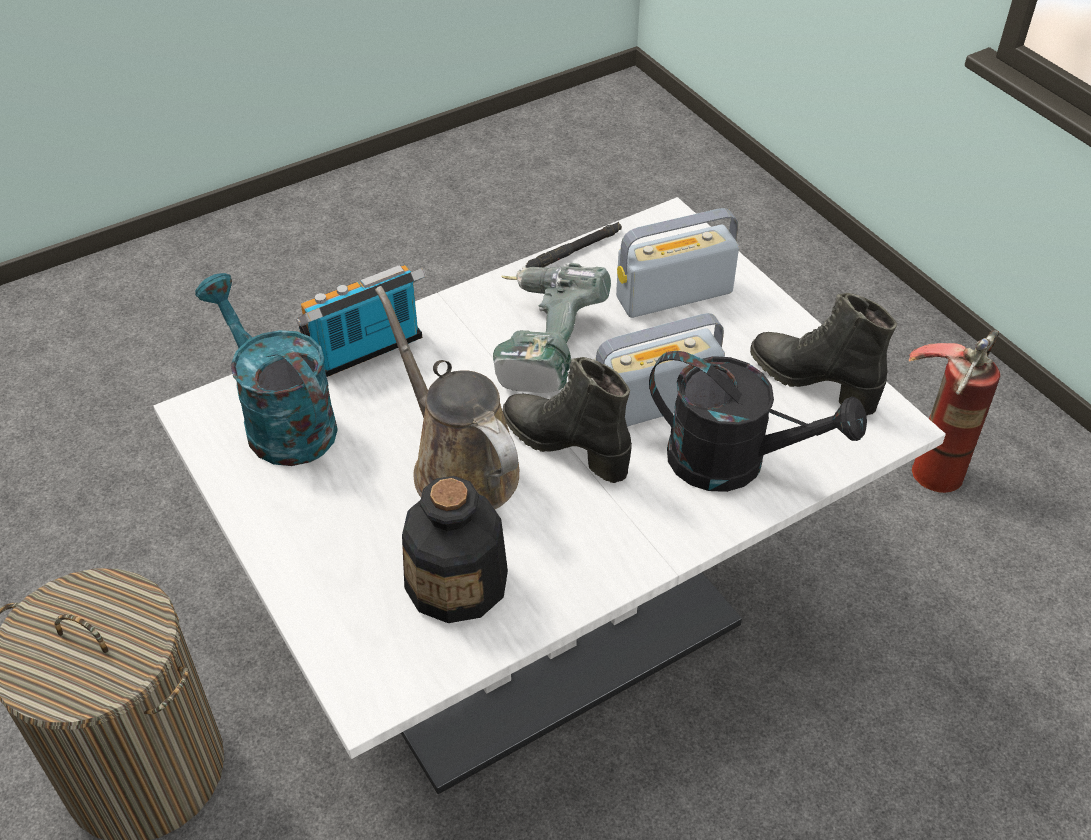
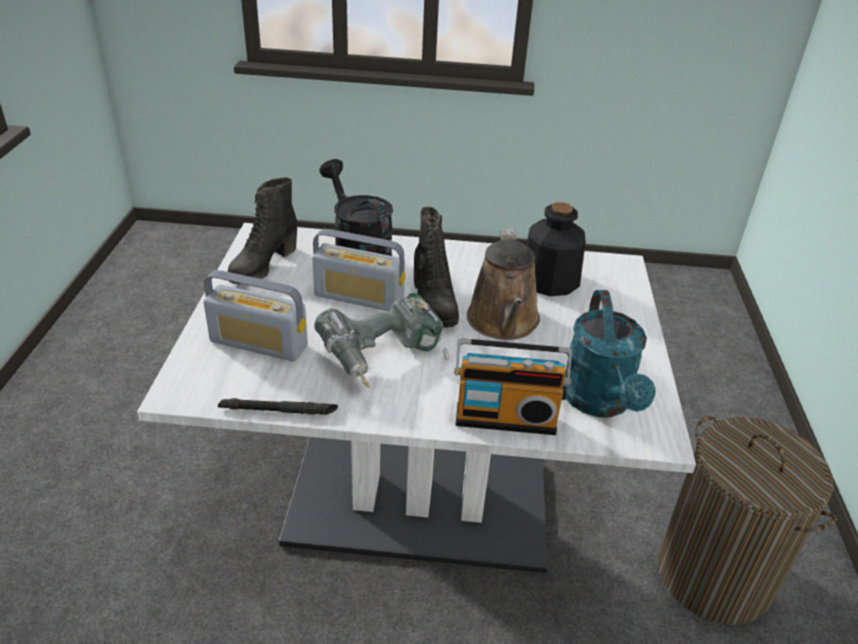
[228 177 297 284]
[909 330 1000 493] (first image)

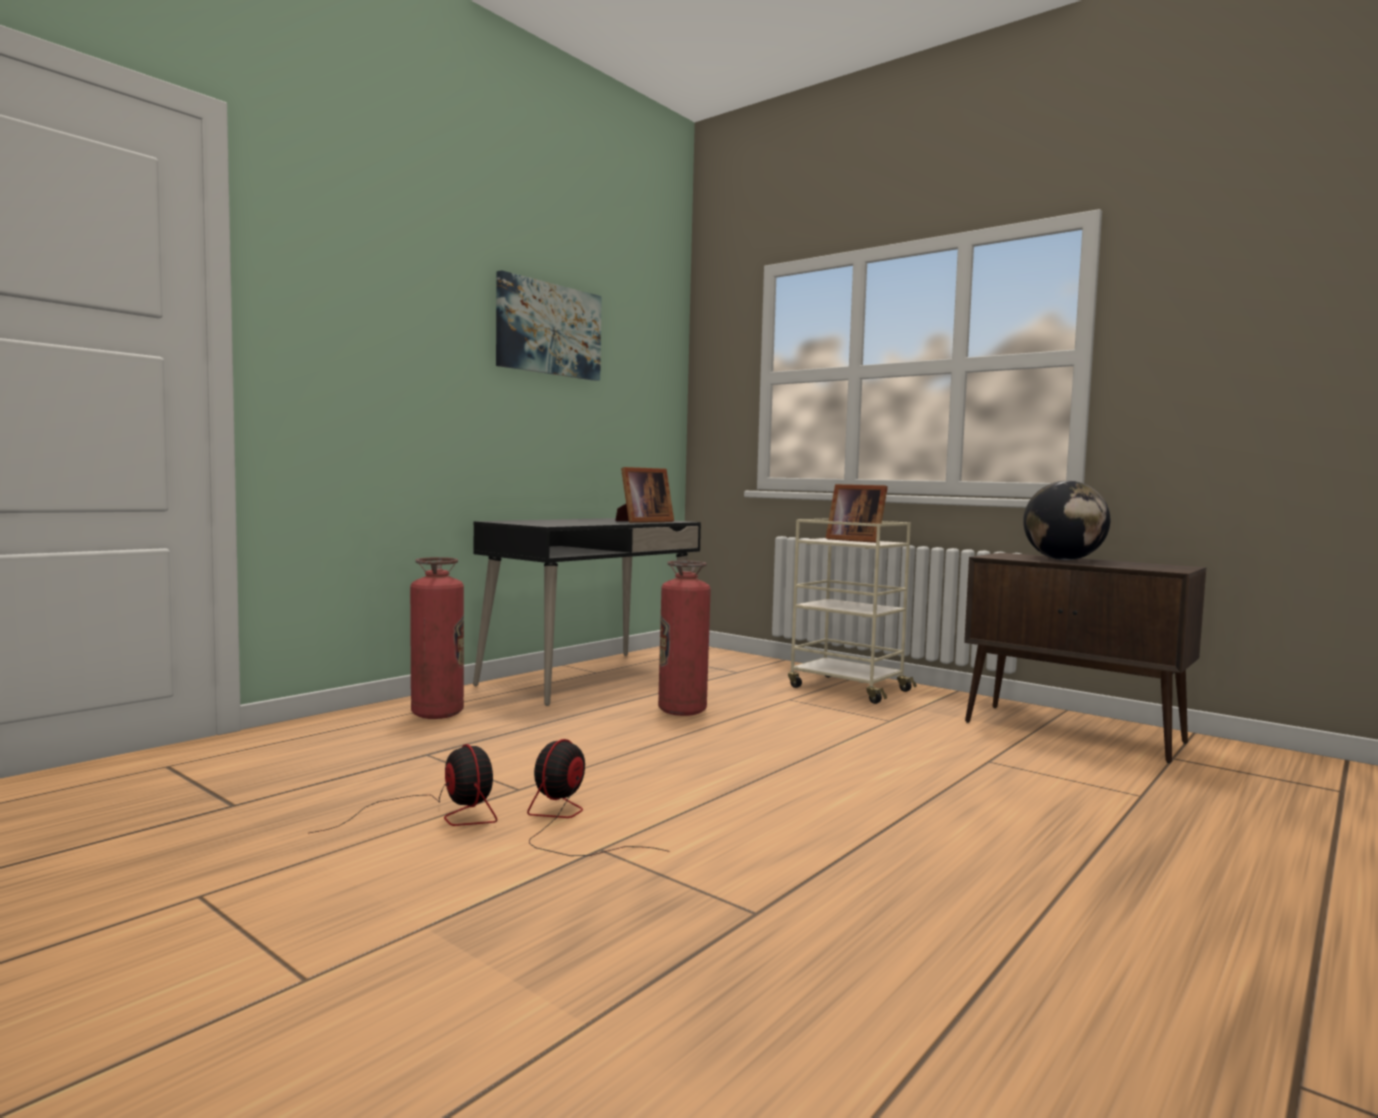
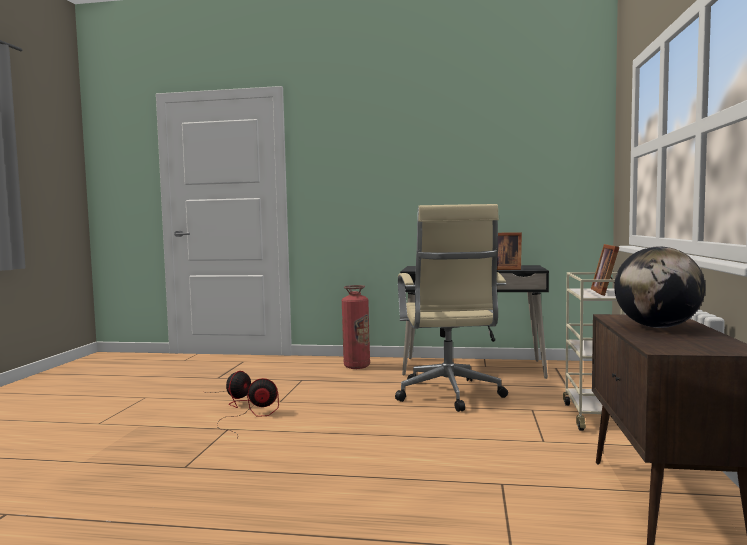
[496 270 602 381] (first image)
[395 204 508 412]

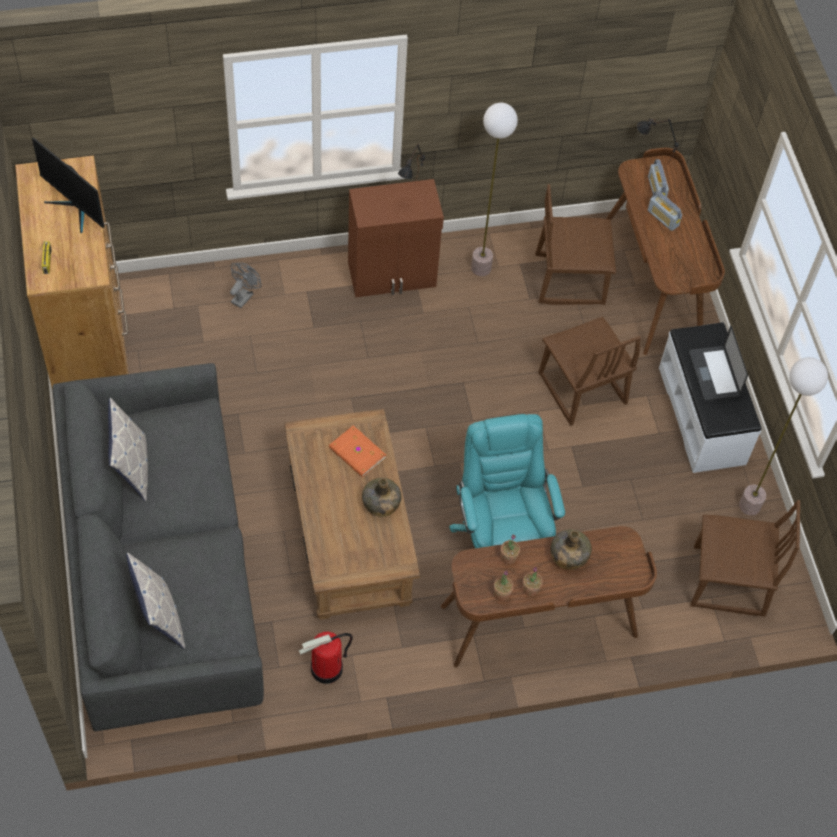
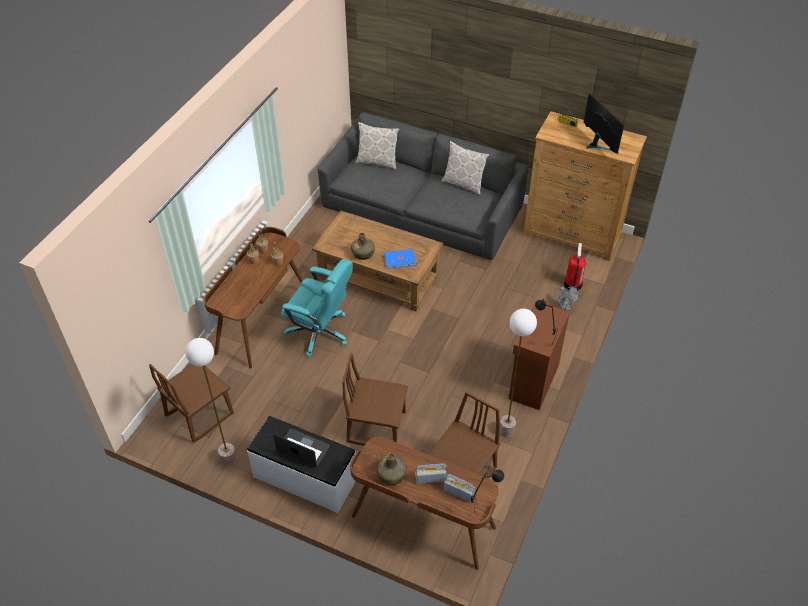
[584 93 624 154]
[564 243 586 291]
[384 249 416 269]
[376 453 407 485]

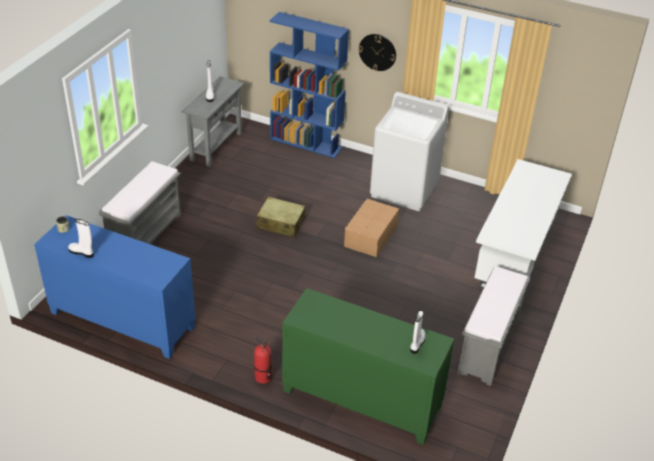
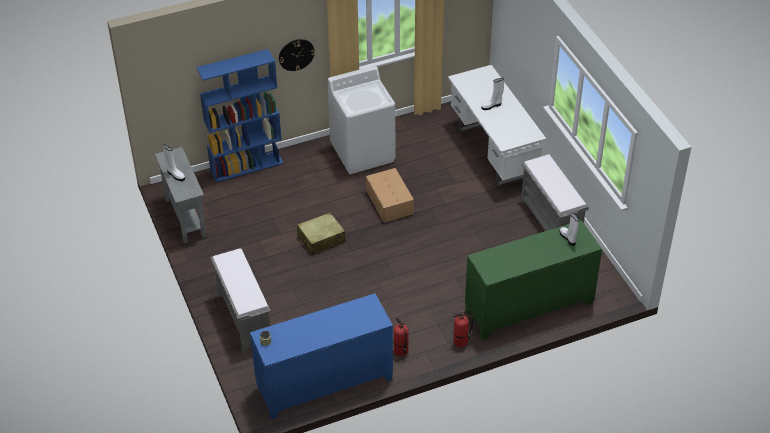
[481 78 504 110]
[393 315 409 356]

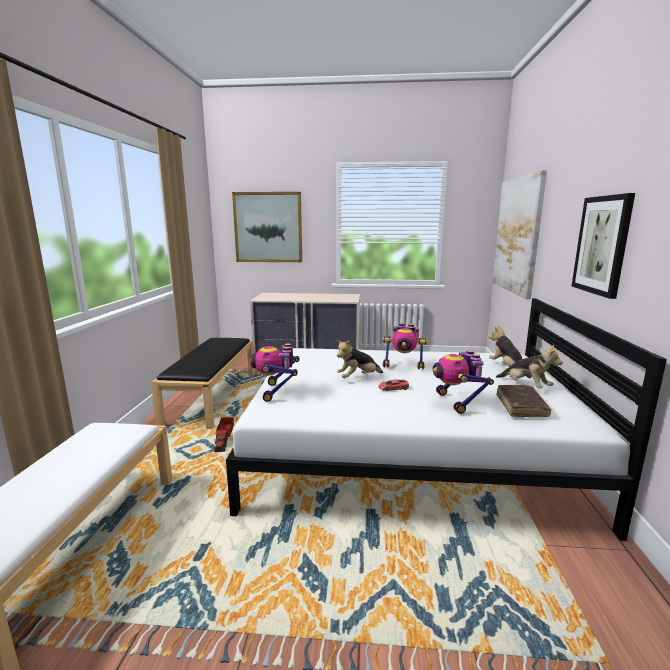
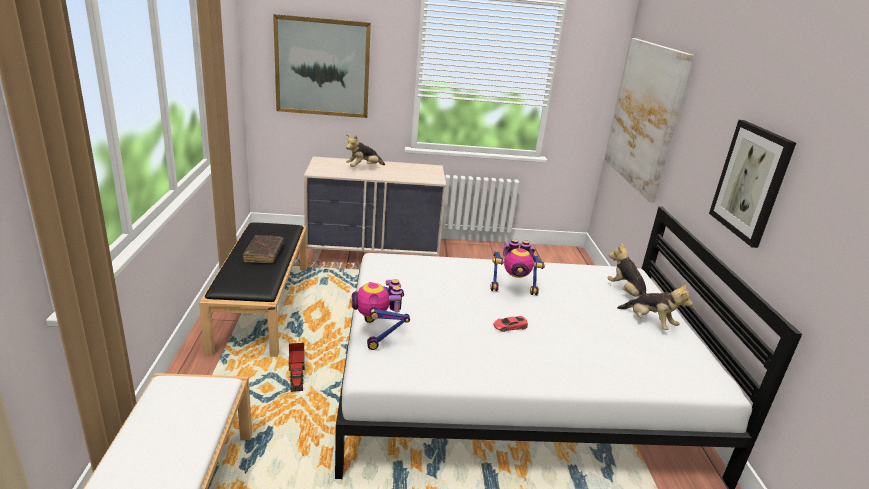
[346 135 385 167]
[433 350 494 414] (first image)
[243 235 284 263]

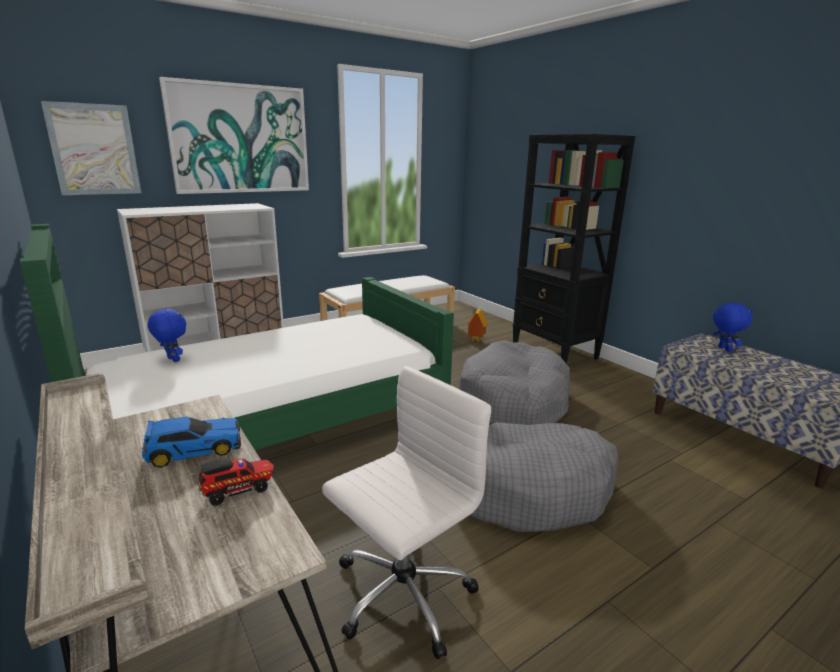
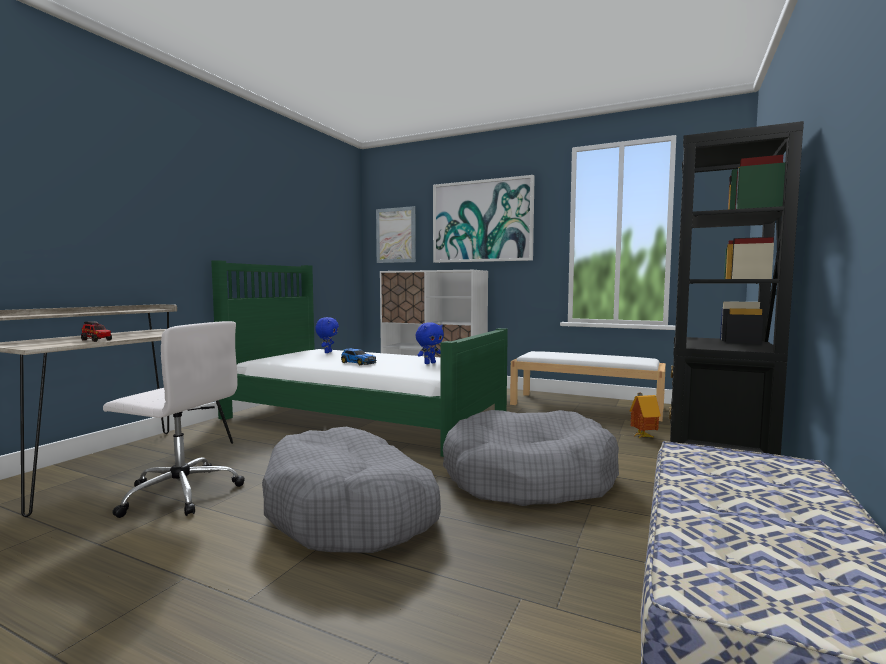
[341 348 377 365]
[415 322 444 364]

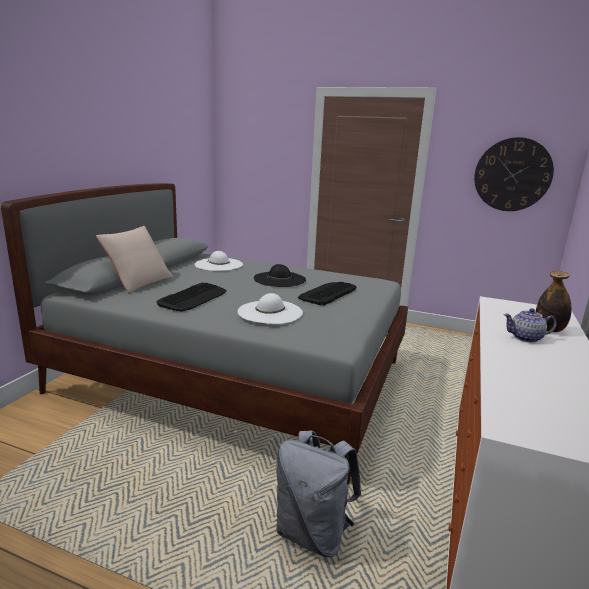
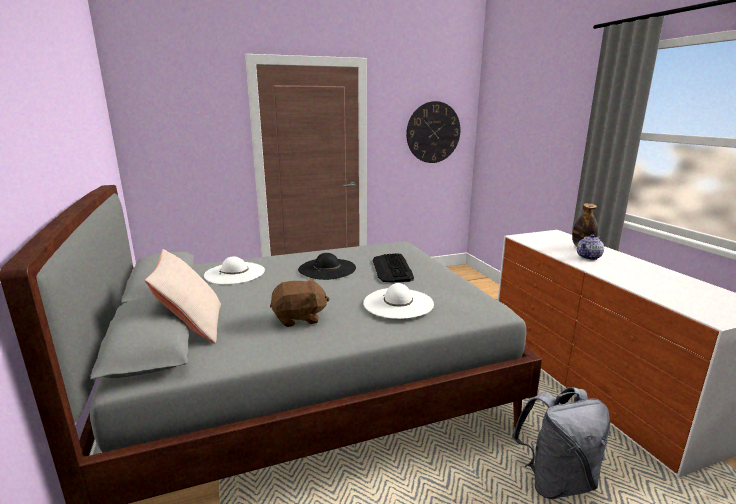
[270 278 330 327]

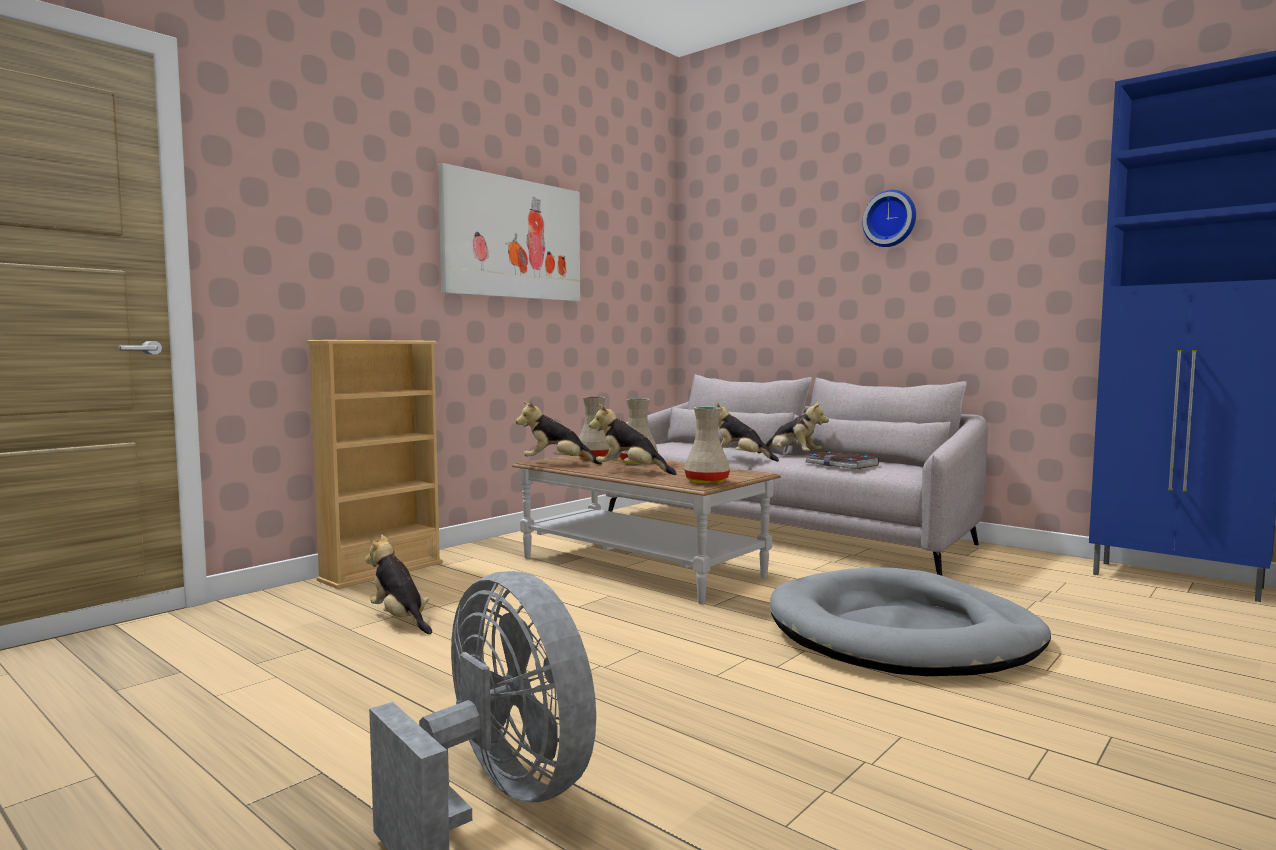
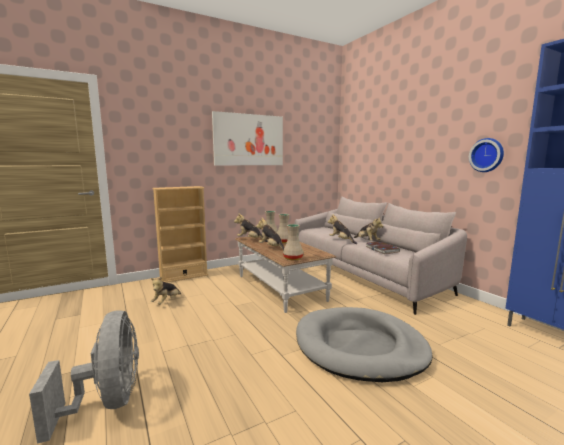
[151 276 181 305]
[469 138 504 172]

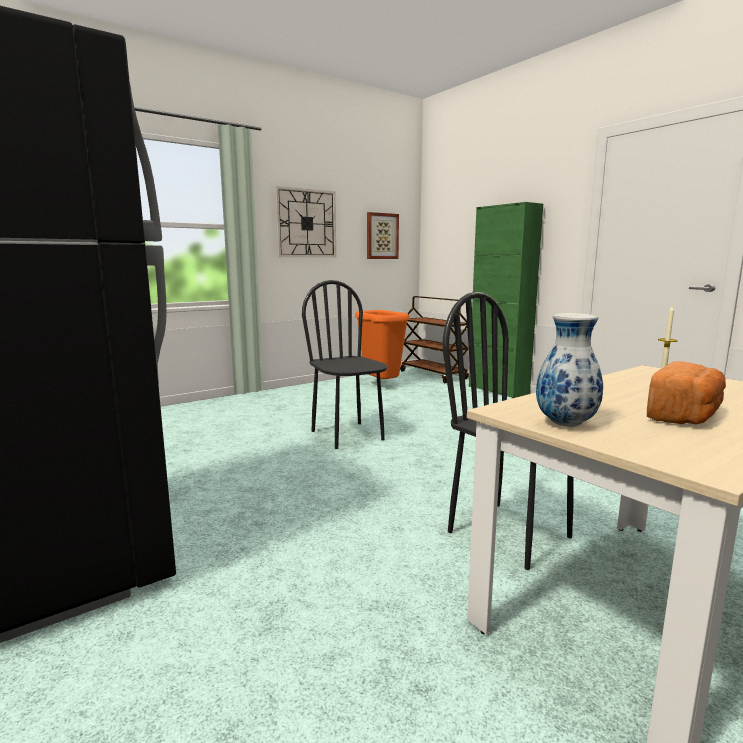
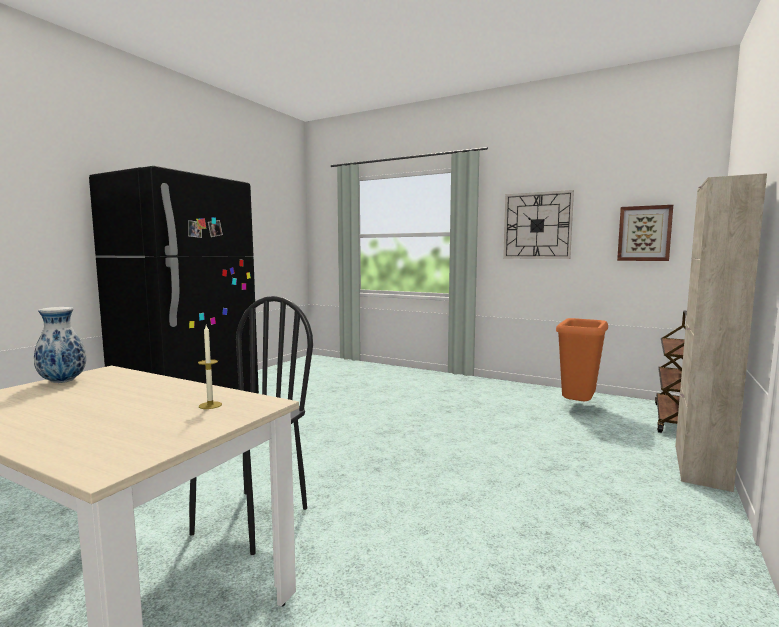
[302 280 387 449] (first image)
[675 173 767 492]
[647 361 726 424] (first image)

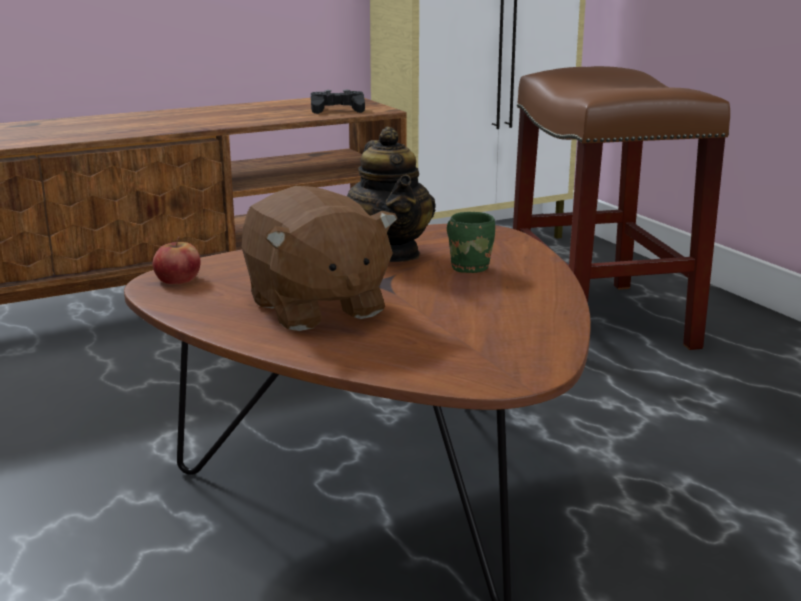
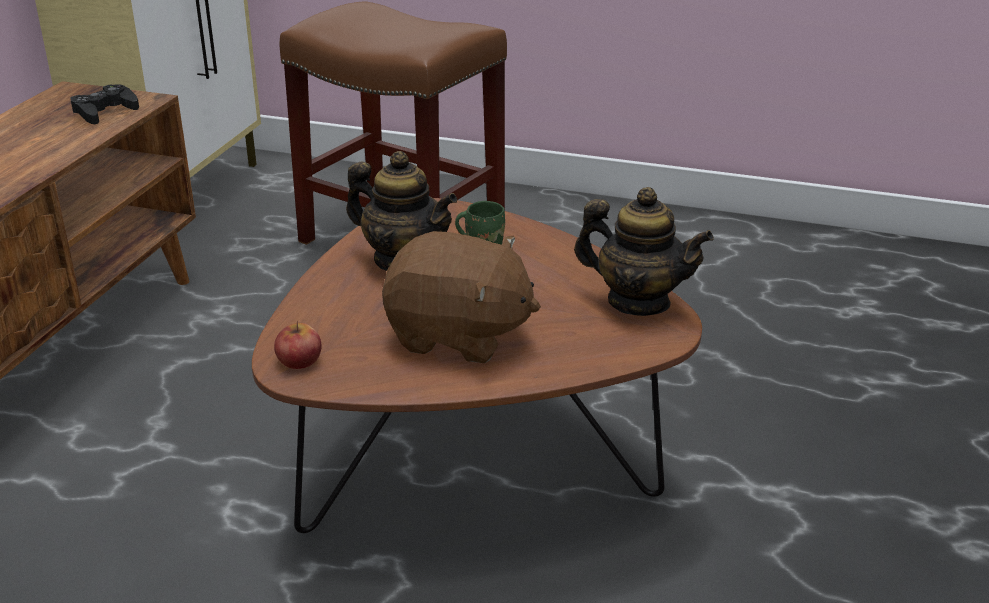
[574 187 714 316]

